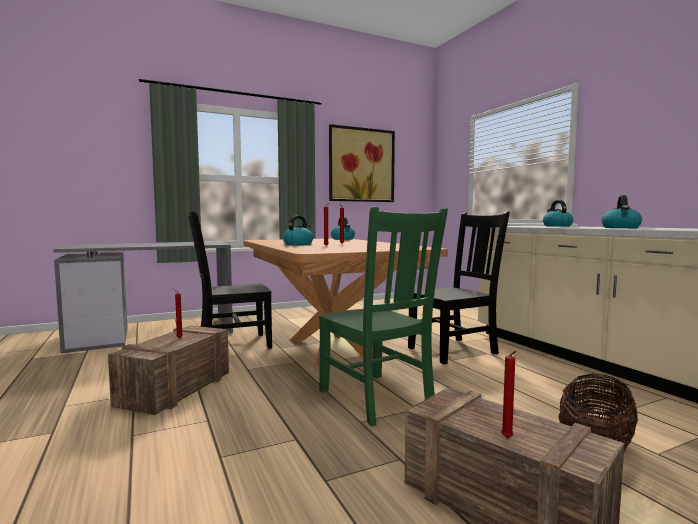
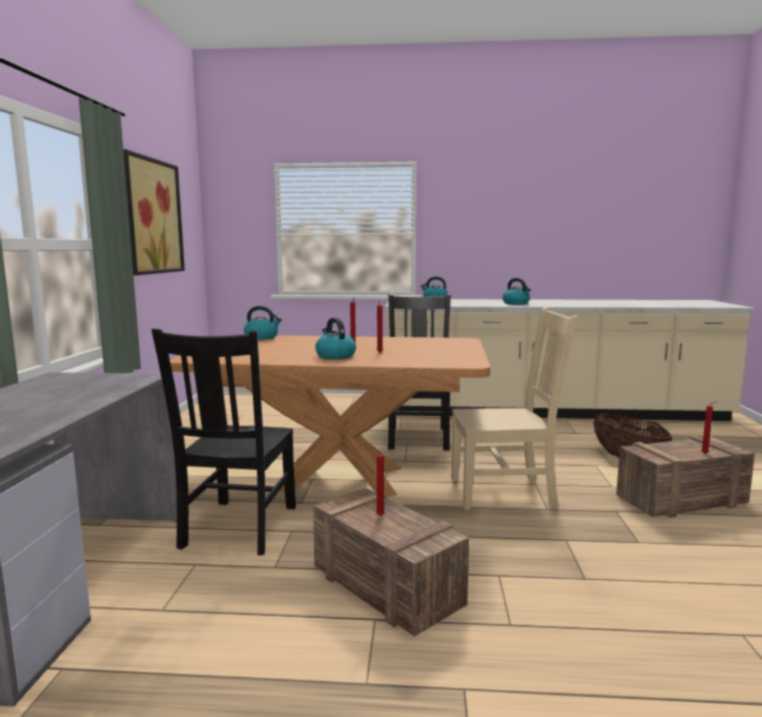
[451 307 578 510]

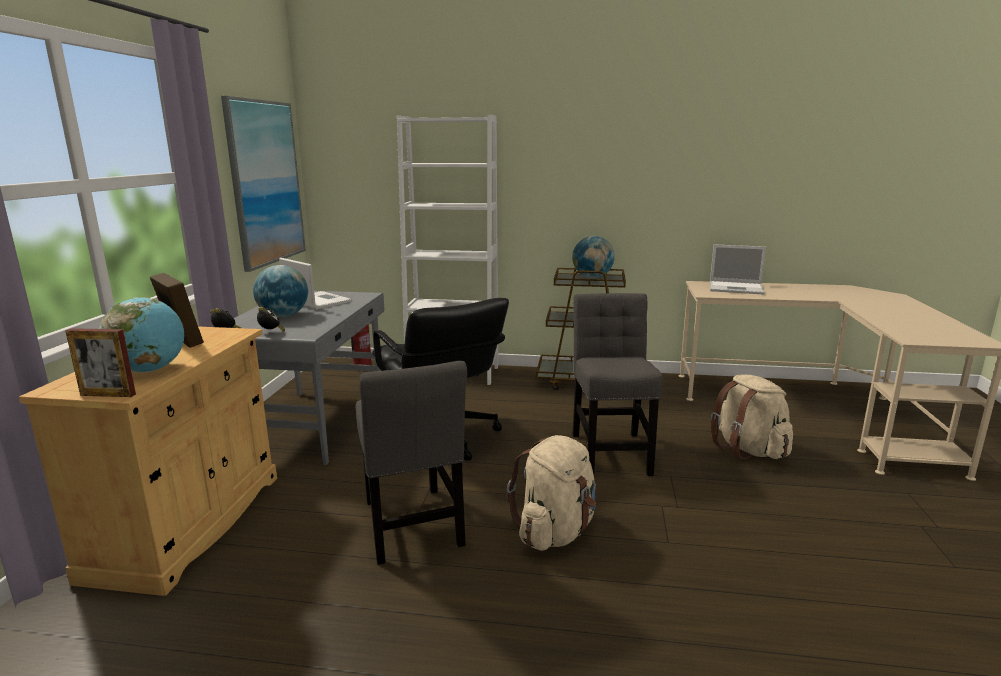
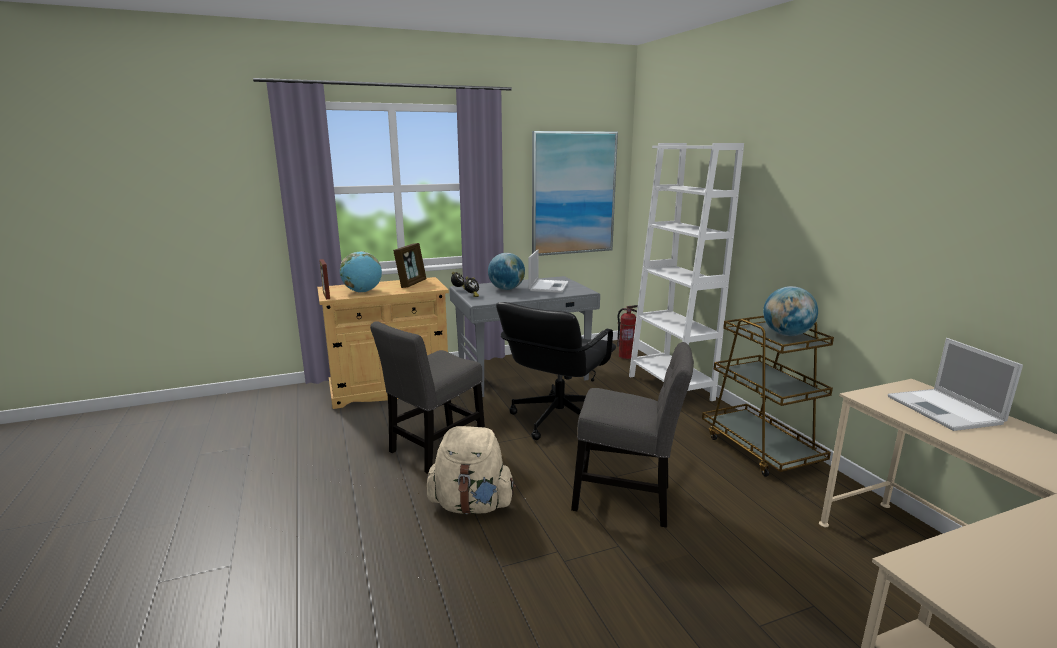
[571 342 694 528]
[711 375 793 459] (first image)

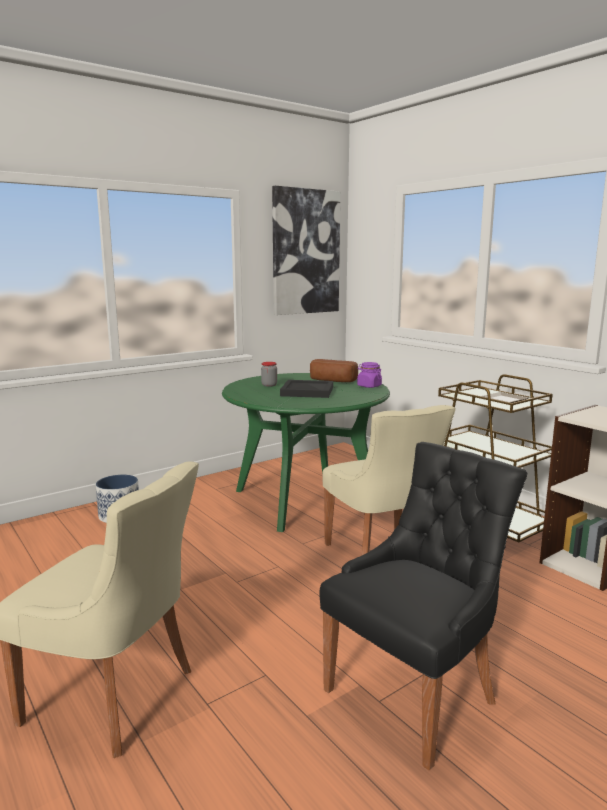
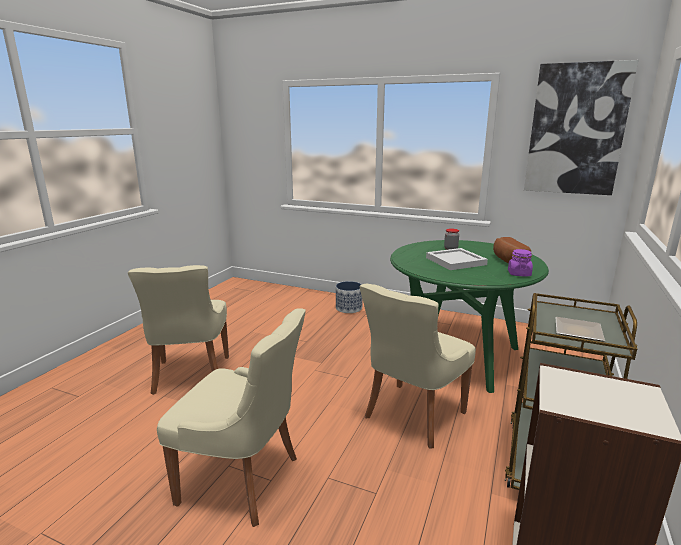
[426 248 488 270]
[157 308 306 527]

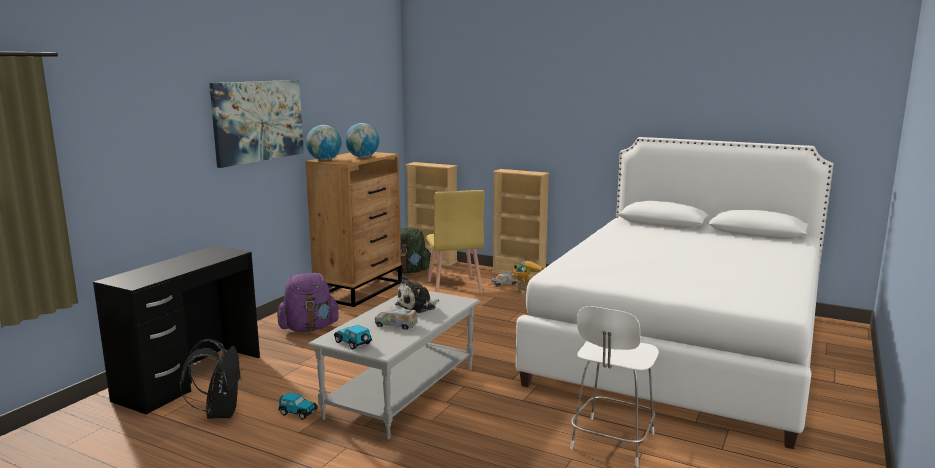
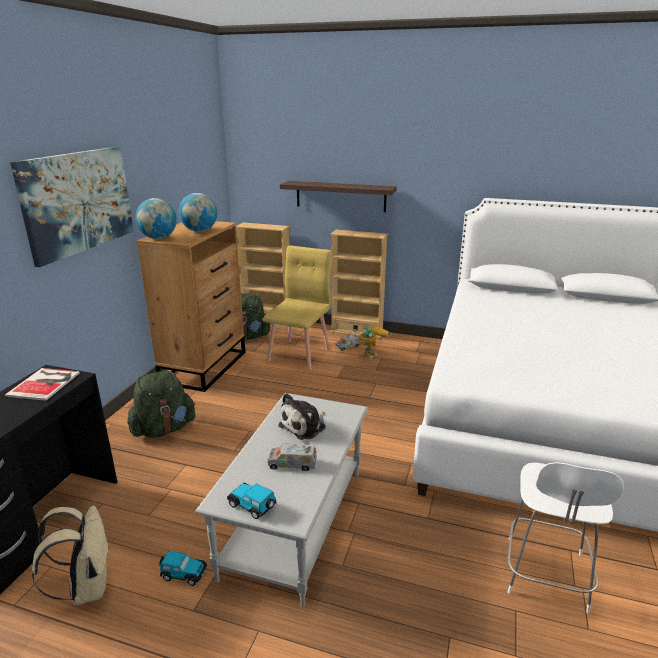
[32 505 110 606]
[127 370 196 438]
[263 245 332 370]
[4 368 80 401]
[280 181 397 212]

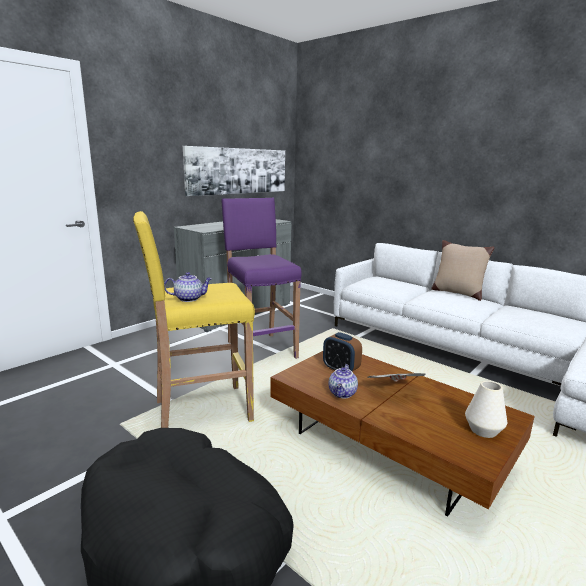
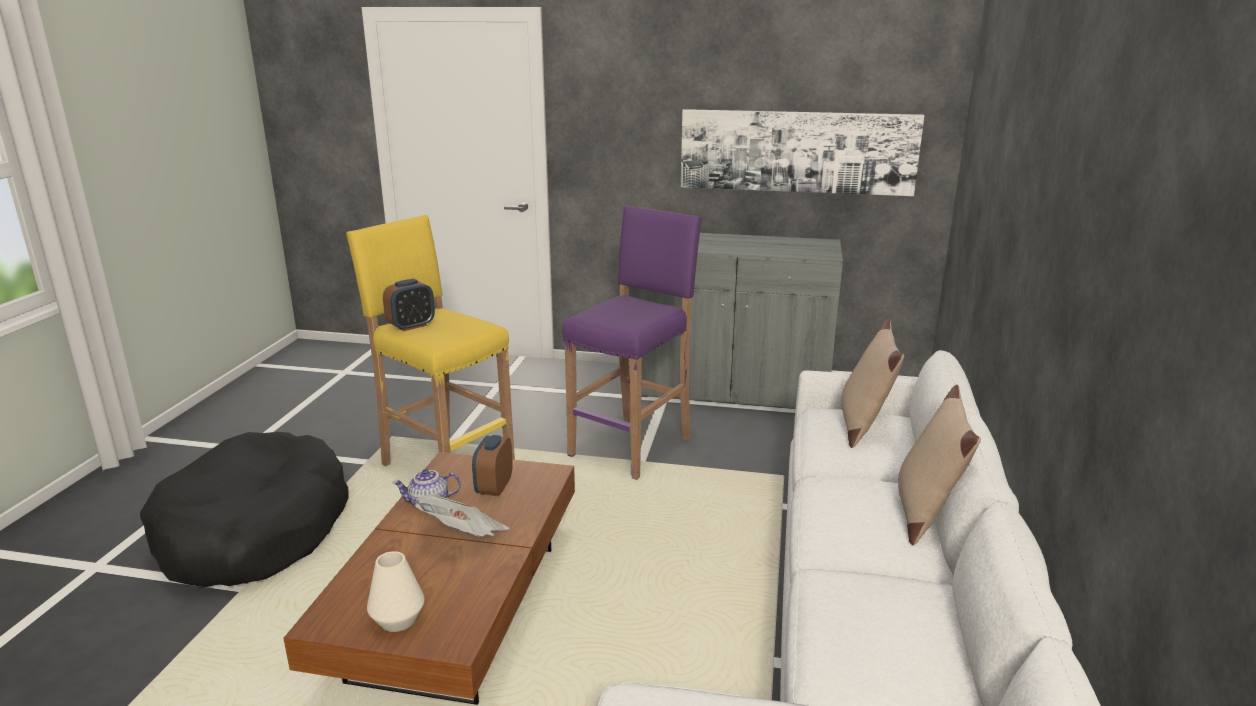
[383 279 435 331]
[841 319 904 448]

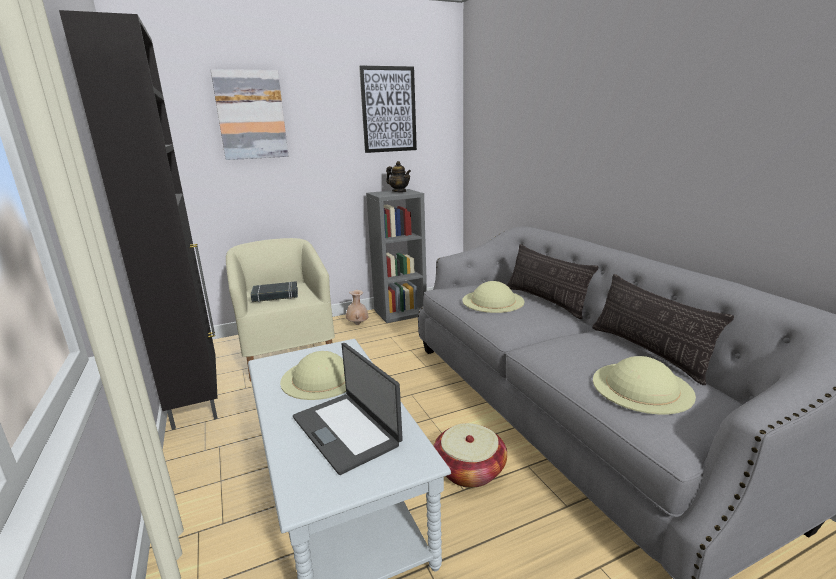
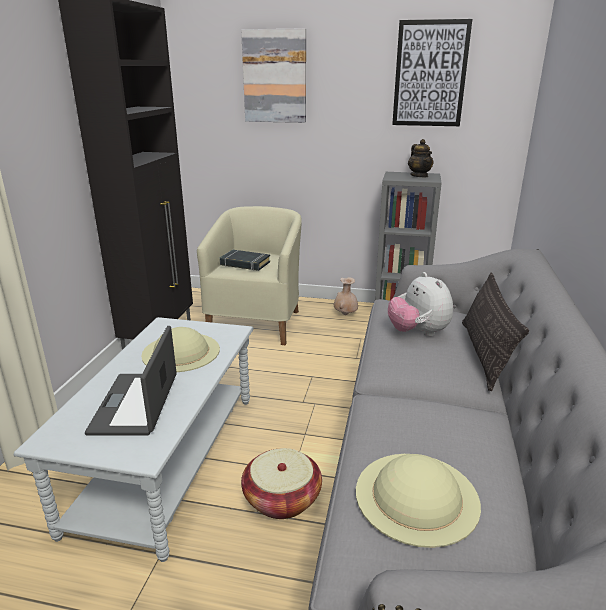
[388 272 453 337]
[592 274 734 385] (first image)

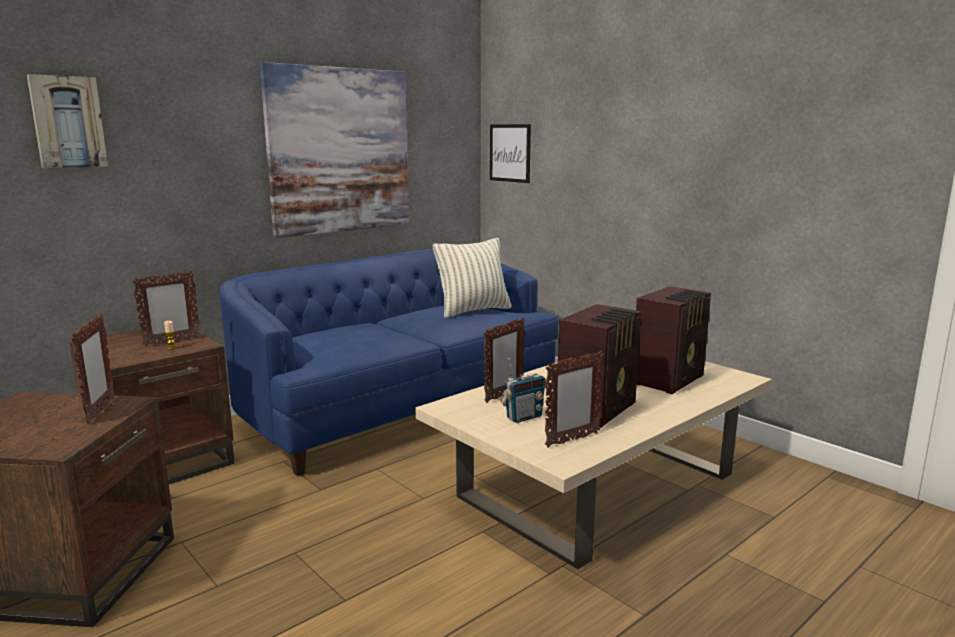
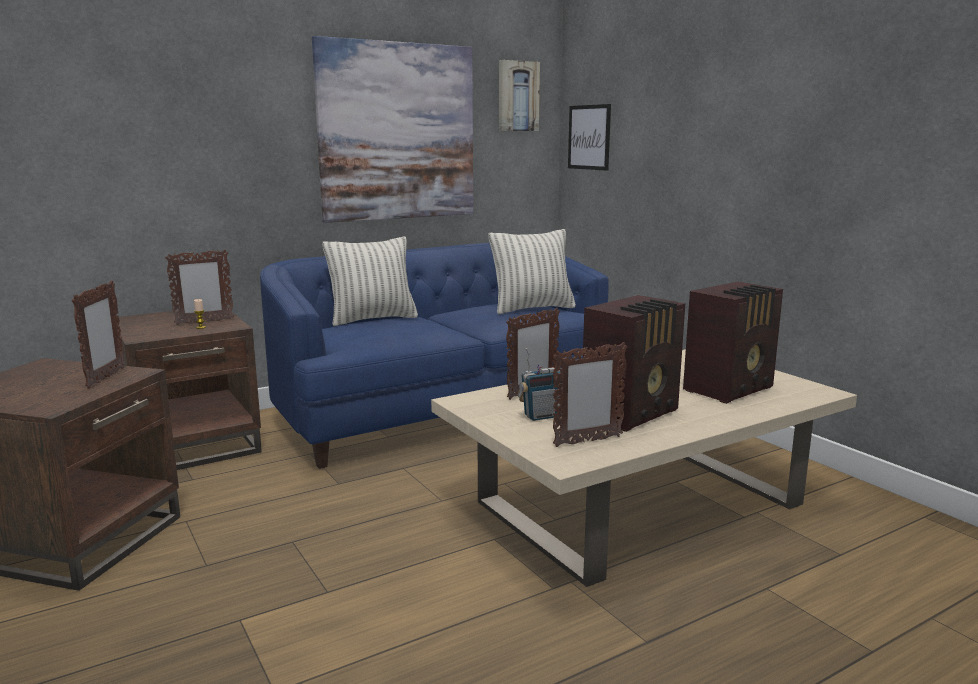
[499 60 540 131]
[322 237 418 326]

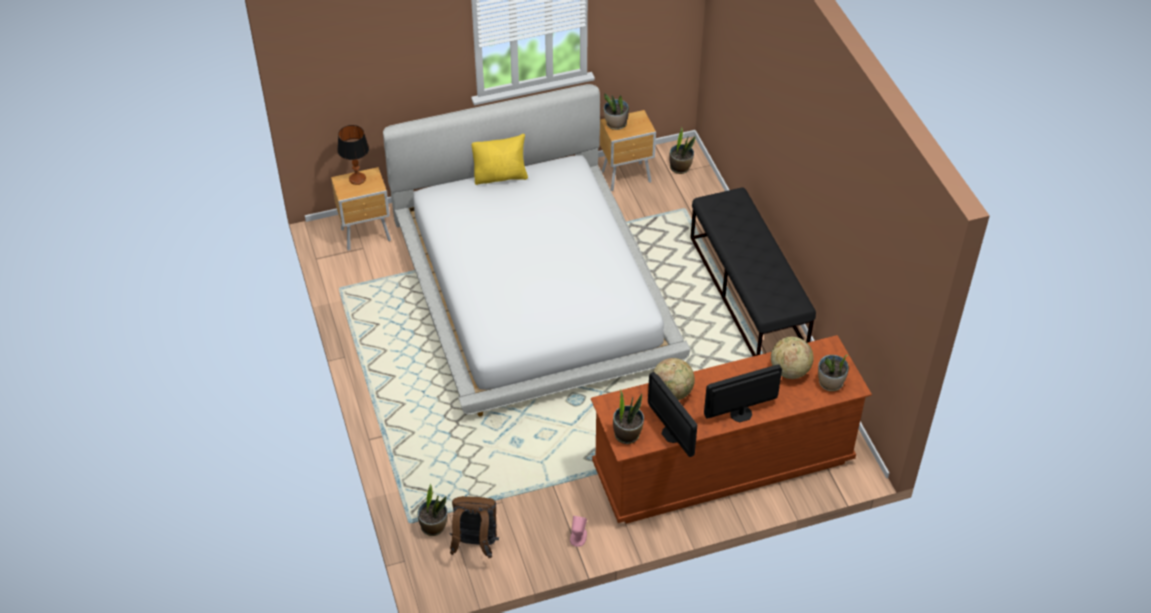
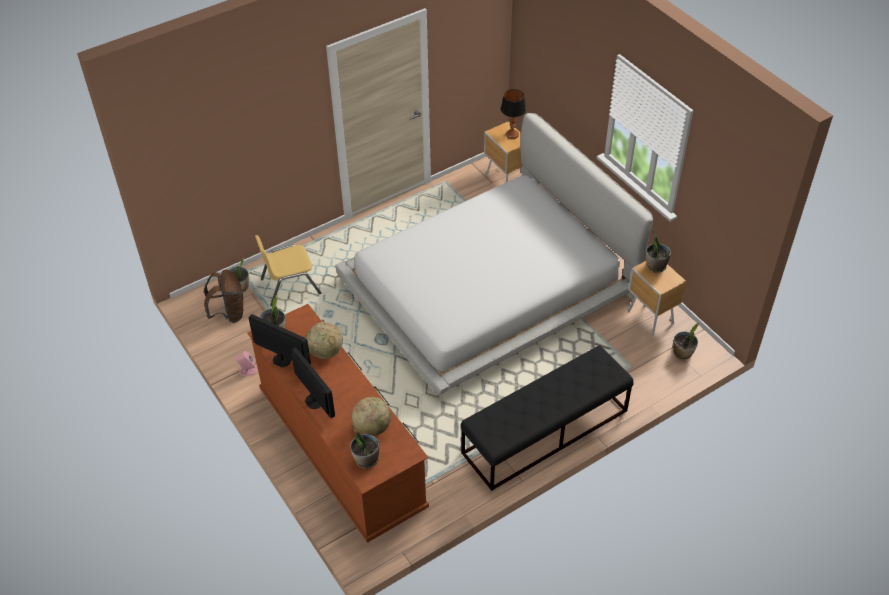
[472 134 528 185] (first image)
[249 314 311 368]
[255 235 321 306]

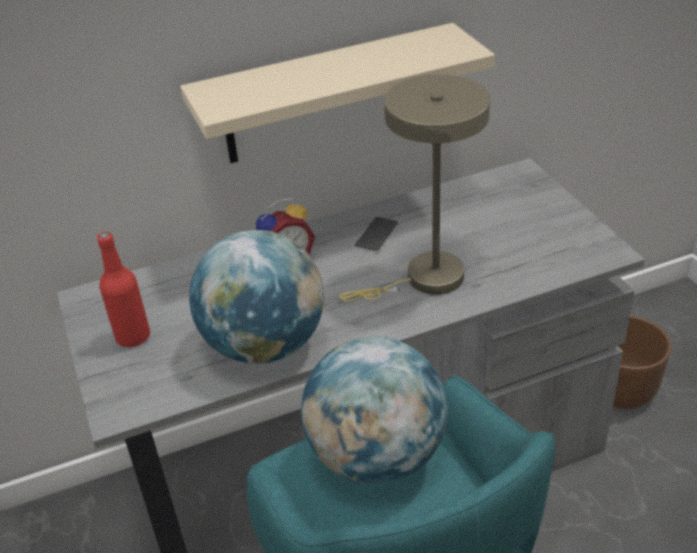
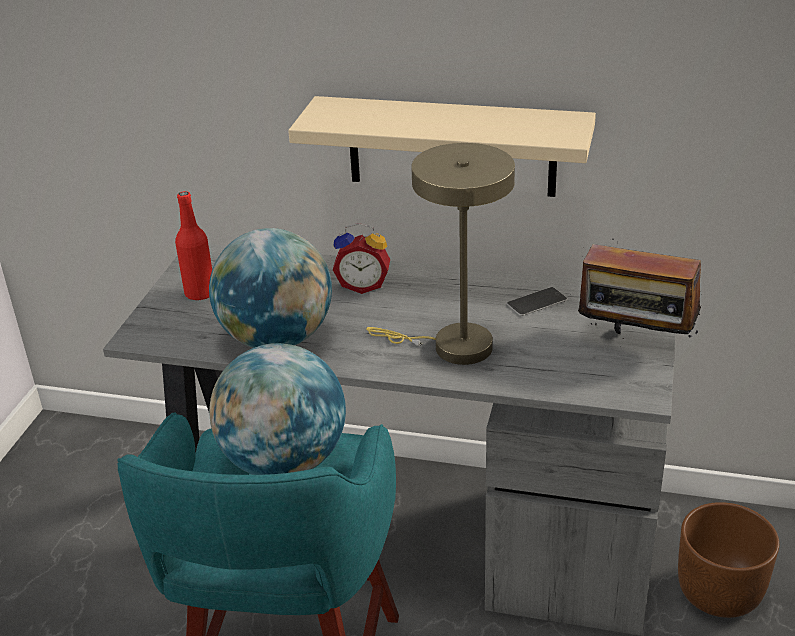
[507 287 568 316]
[578 229 701 347]

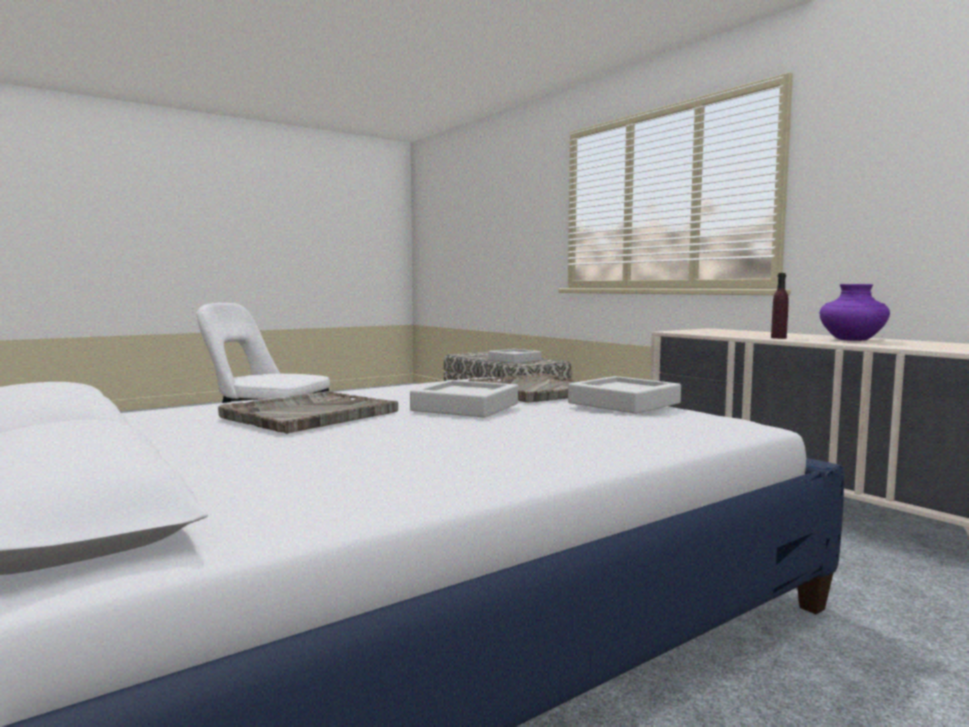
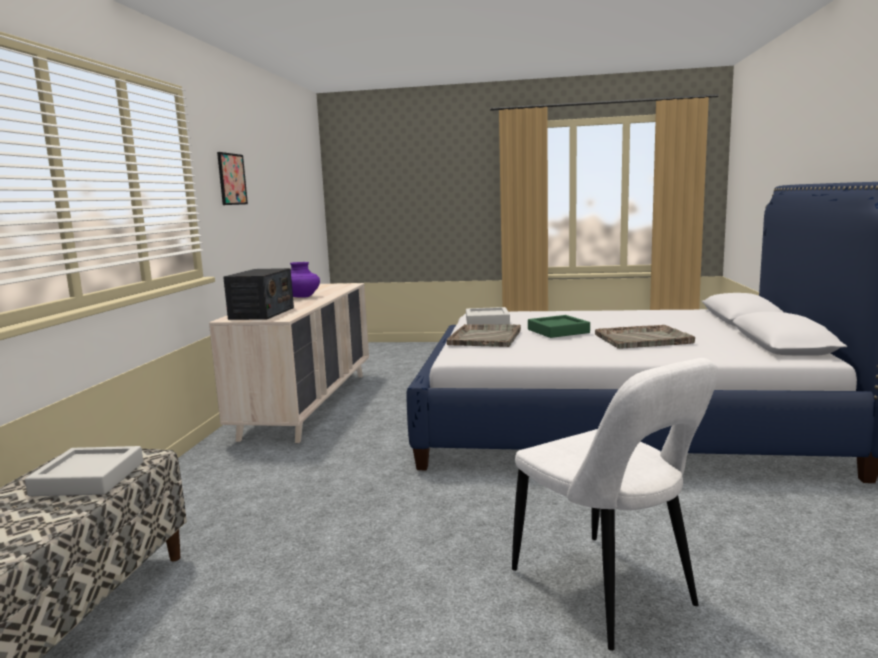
[528 315 590 338]
[771 273 789 339] (first image)
[217 152 248 205]
[223 268 294 320]

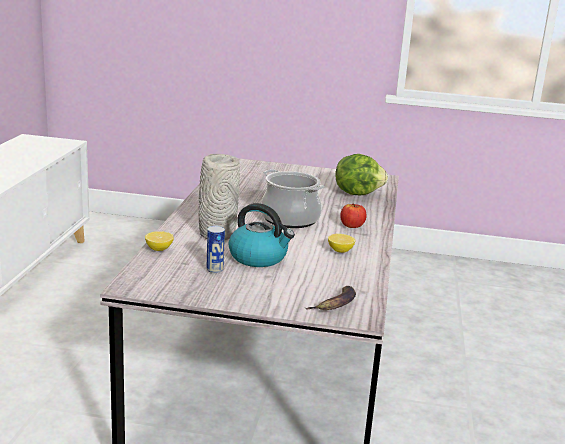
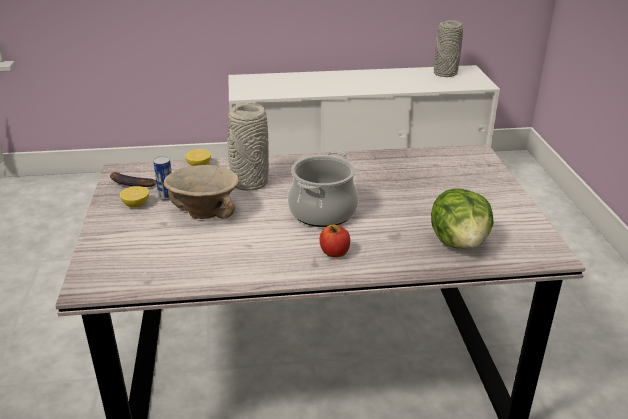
[164 165 239 219]
[110 172 157 187]
[120 186 149 207]
[434 20 463 77]

